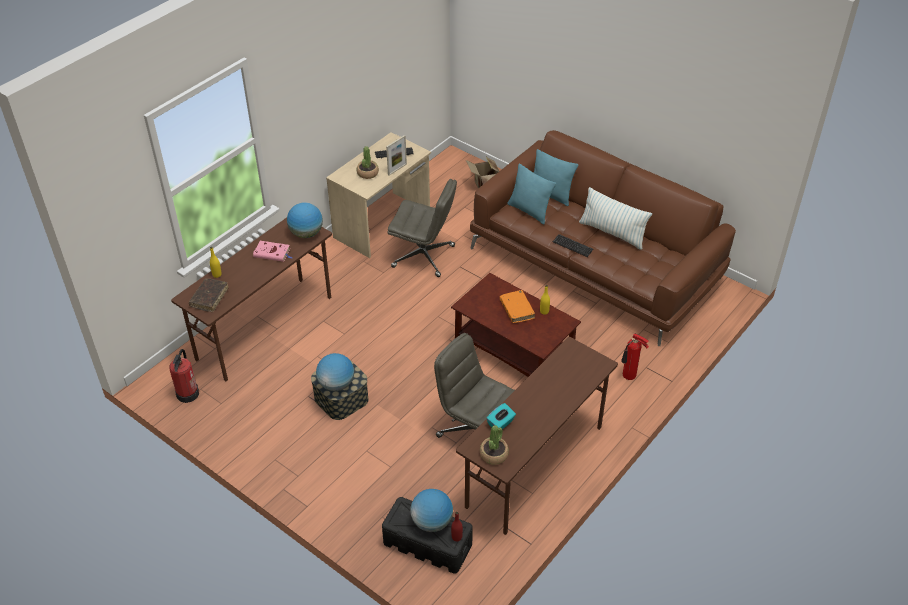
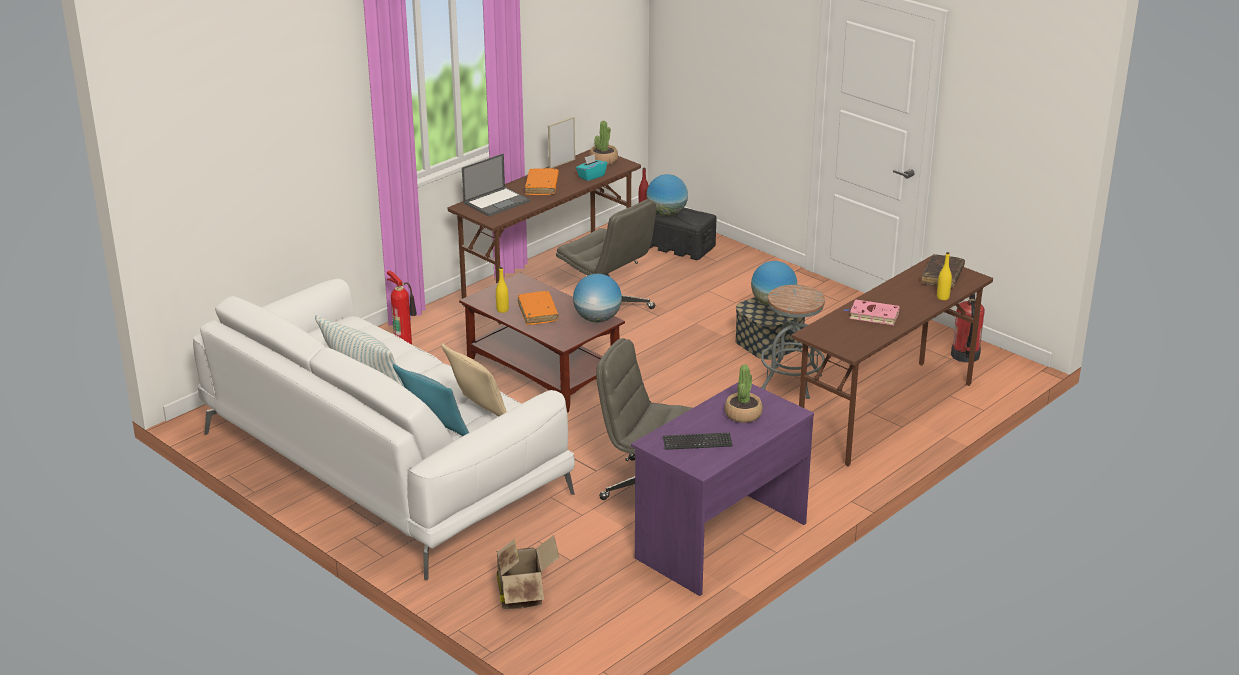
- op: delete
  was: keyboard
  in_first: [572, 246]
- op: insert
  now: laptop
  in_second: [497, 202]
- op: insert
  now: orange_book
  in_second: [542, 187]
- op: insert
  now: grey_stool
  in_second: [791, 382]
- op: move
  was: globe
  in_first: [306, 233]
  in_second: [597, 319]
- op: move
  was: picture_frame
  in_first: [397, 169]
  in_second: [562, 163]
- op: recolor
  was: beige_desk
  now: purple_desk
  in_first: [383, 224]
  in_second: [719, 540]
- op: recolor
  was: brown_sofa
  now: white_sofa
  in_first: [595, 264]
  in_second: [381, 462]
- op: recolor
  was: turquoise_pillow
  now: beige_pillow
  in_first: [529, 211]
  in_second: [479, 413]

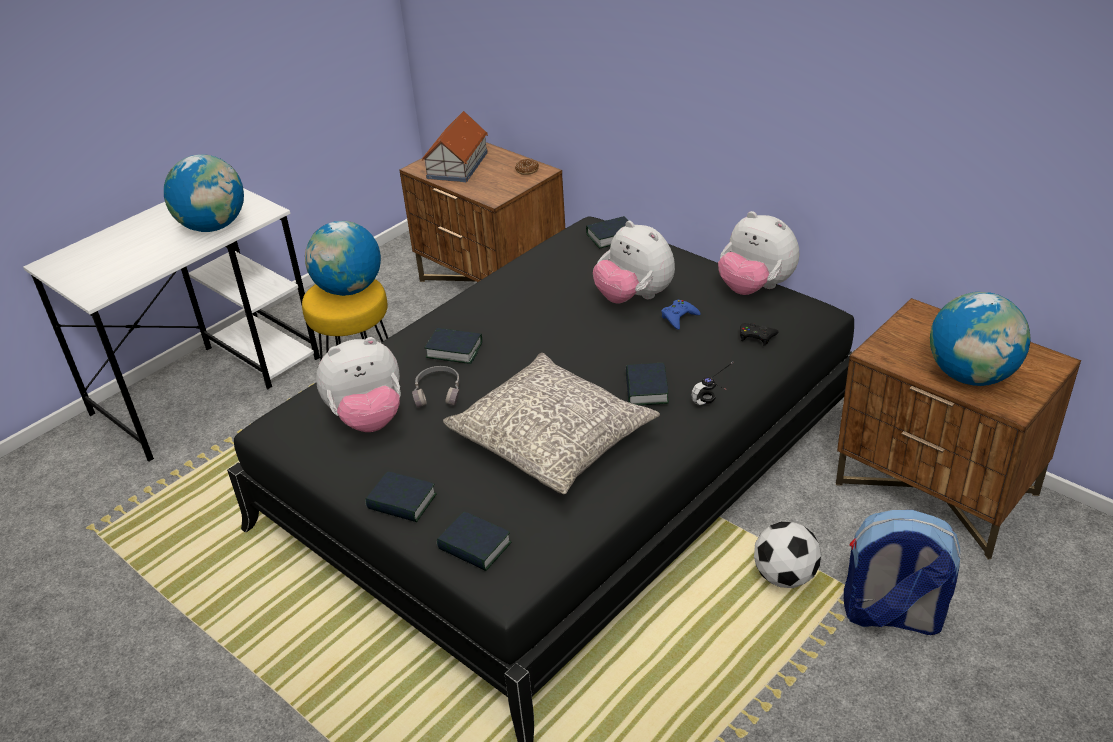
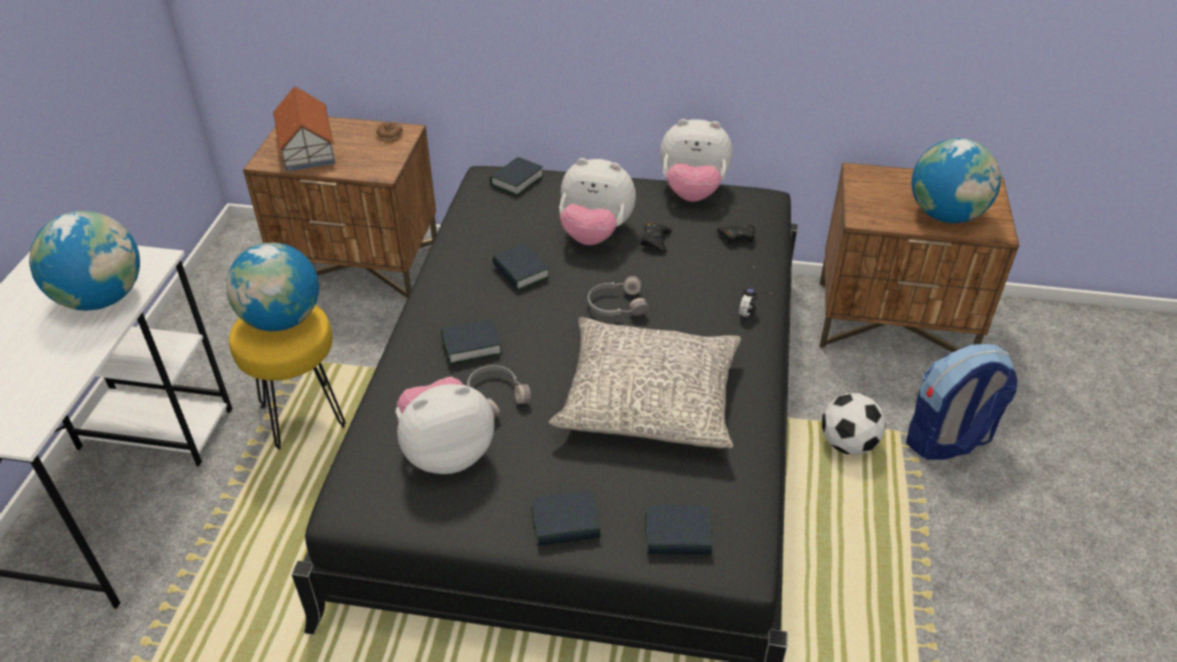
- op: insert
  now: grey_headphones
  in_second: [616, 305]
- op: move
  was: book
  in_first: [646, 389]
  in_second: [520, 272]
- op: recolor
  was: blue_game_controller
  now: black_game_controller
  in_first: [679, 317]
  in_second: [655, 240]
- op: rotate
  was: plush_toy
  in_first: [368, 419]
  in_second: [446, 452]
  clockwise: -150

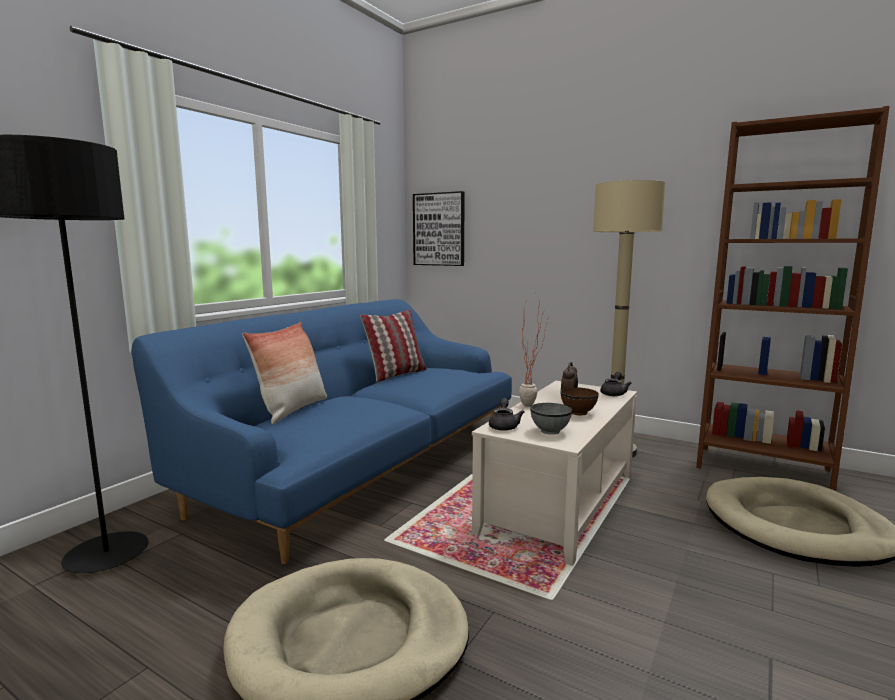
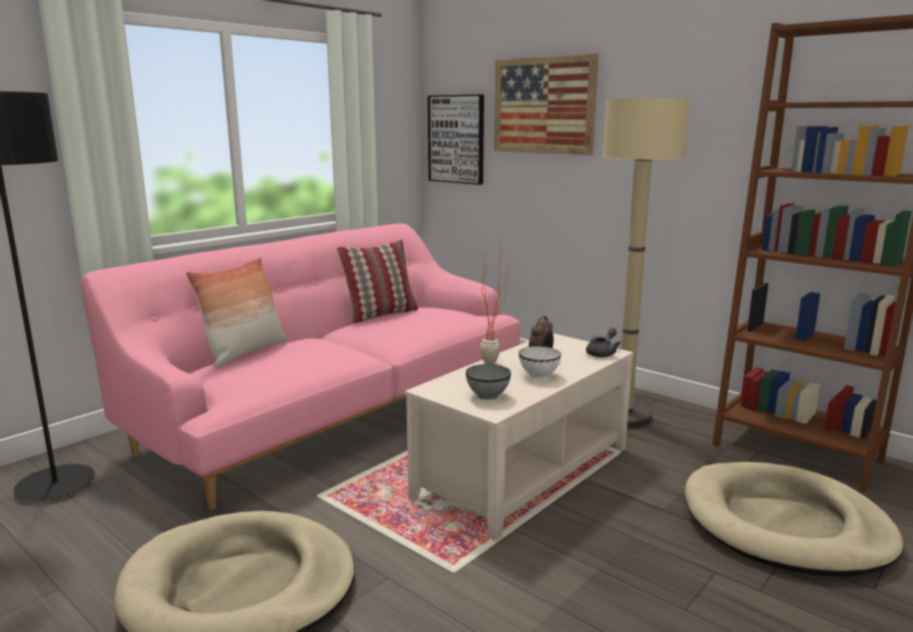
- op: delete
  was: grey_teapot
  in_first: [504, 426]
- op: insert
  now: picture
  in_second: [543, 105]
- op: recolor
  was: blue_sofa
  now: pink_sofa
  in_first: [363, 463]
  in_second: [335, 411]
- op: recolor
  was: brown_bowl
  now: white_bowl
  in_first: [578, 412]
  in_second: [539, 375]

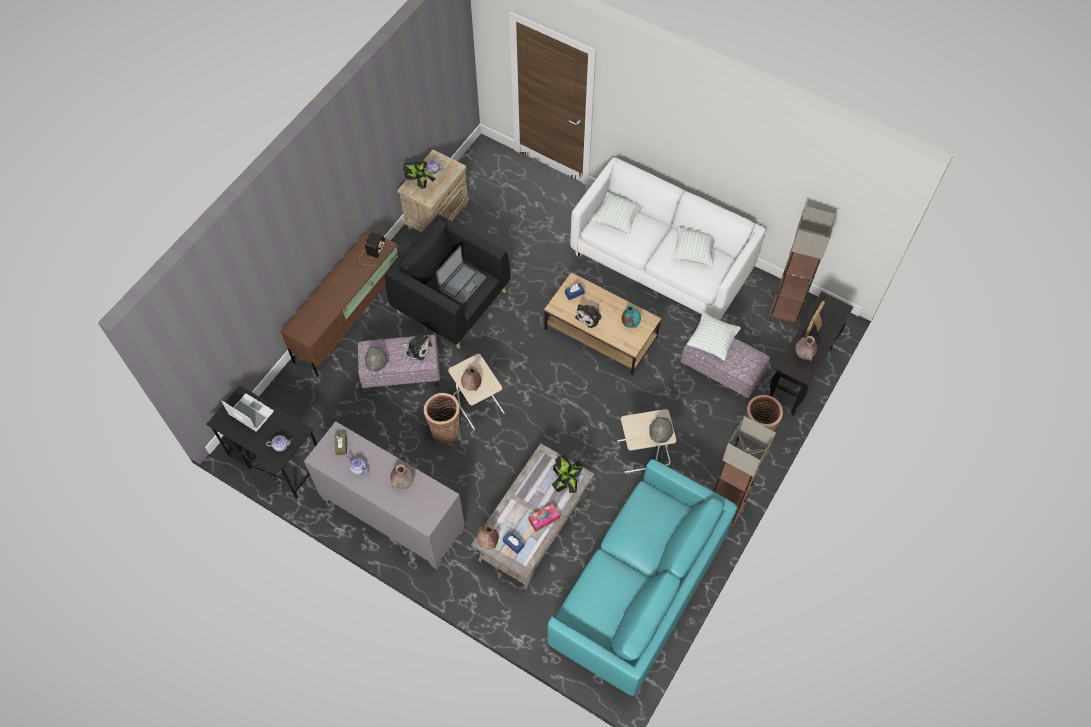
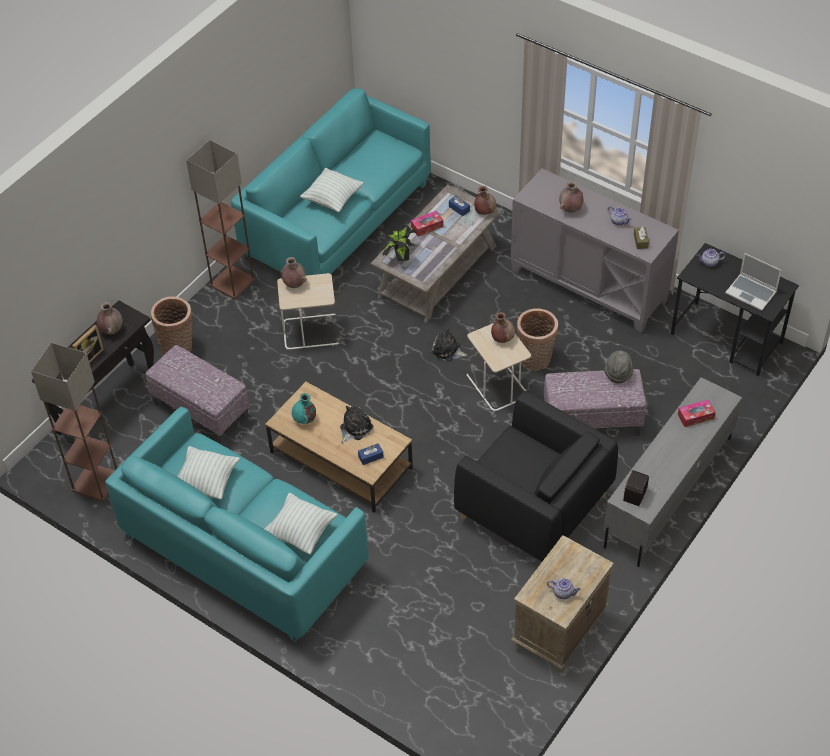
- op: delete
  was: potted_plant
  in_first: [420, 184]
- op: delete
  was: laptop
  in_first: [462, 283]
- op: insert
  now: tissue_box
  in_second: [695, 416]
- op: move
  was: plush_toy
  in_first: [417, 348]
  in_second: [447, 351]
- op: move
  was: pillow
  in_first: [712, 342]
  in_second: [332, 199]
- op: replace
  was: grey_hat
  now: brown_vase
  in_first: [660, 435]
  in_second: [294, 284]
- op: recolor
  was: brown_tv_stand
  now: grey_tv_stand
  in_first: [350, 316]
  in_second: [667, 492]
- op: recolor
  was: white_sofa
  now: turquoise_sofa
  in_first: [662, 262]
  in_second: [243, 550]

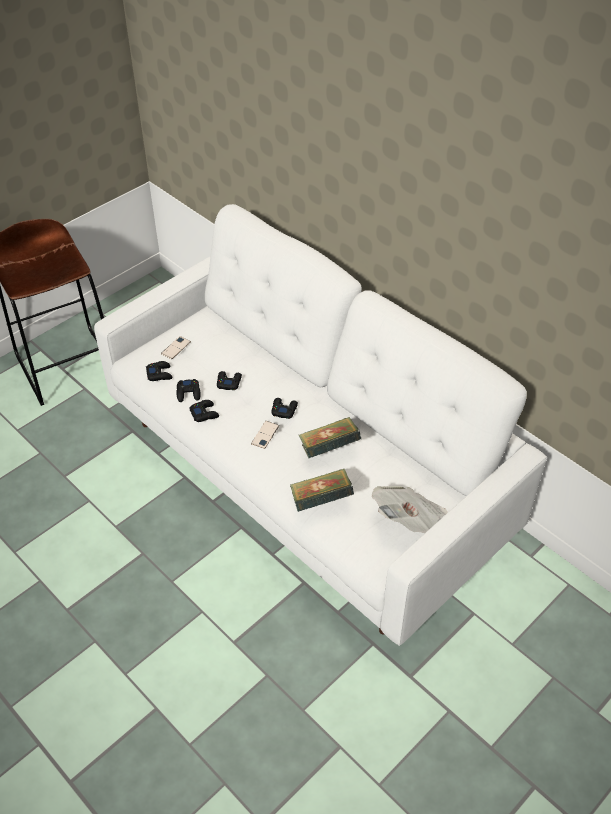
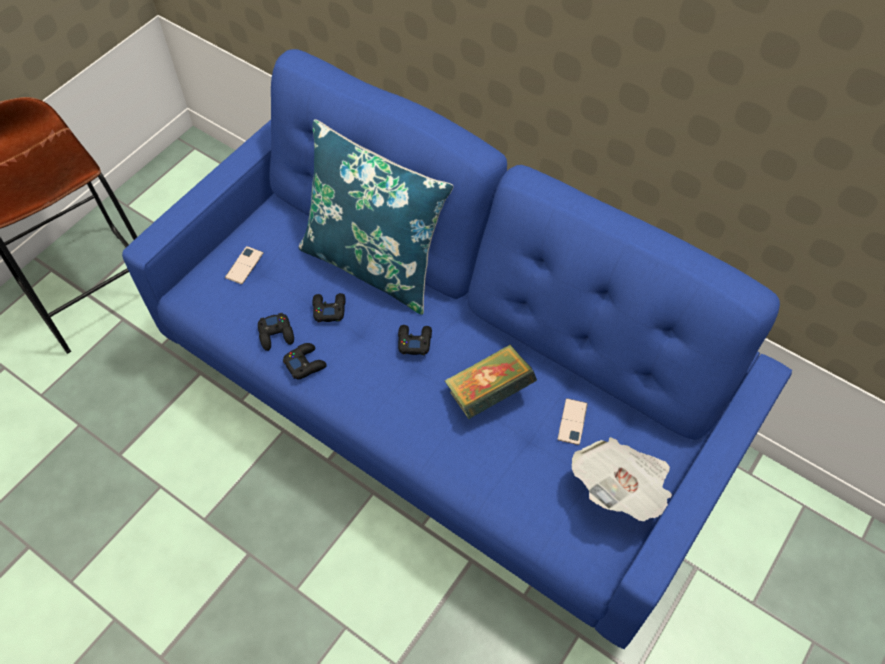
- op: delete
  was: black_game_controller
  in_first: [159, 374]
- op: delete
  was: book
  in_first: [321, 501]
- op: insert
  now: blue_pillow
  in_second: [374, 263]
- op: move
  was: phone
  in_first: [265, 435]
  in_second: [572, 421]
- op: recolor
  was: white_sofa
  now: blue_sofa
  in_first: [306, 476]
  in_second: [443, 405]

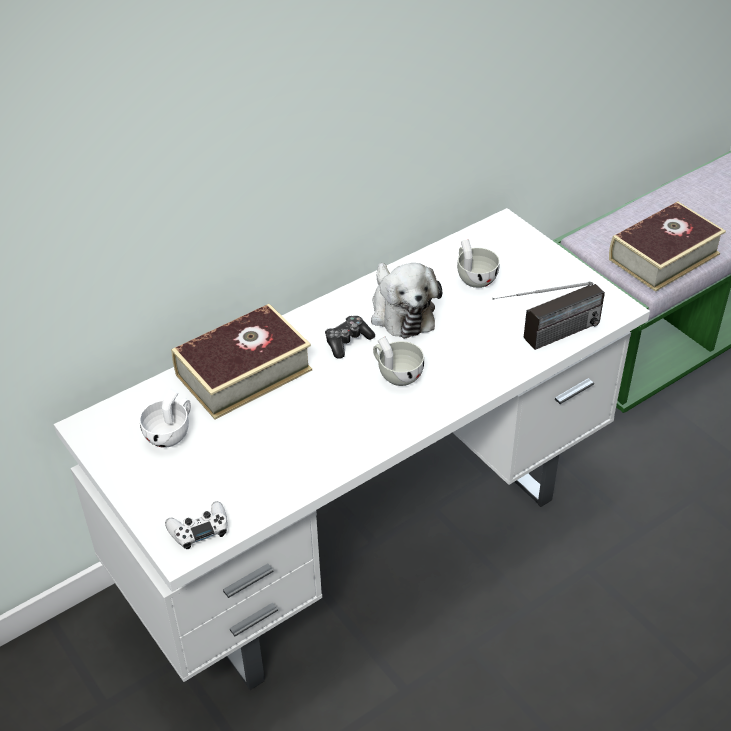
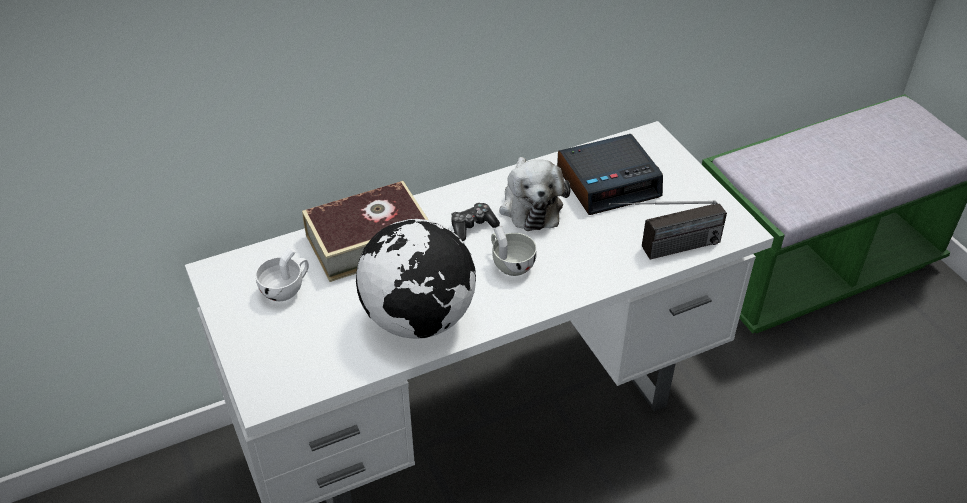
- op: delete
  was: white_game_controller
  in_first: [199, 529]
- op: delete
  was: book
  in_first: [663, 256]
- op: insert
  now: globe
  in_second: [419, 319]
- op: replace
  was: white_cup
  now: alarm_clock
  in_first: [474, 277]
  in_second: [609, 182]

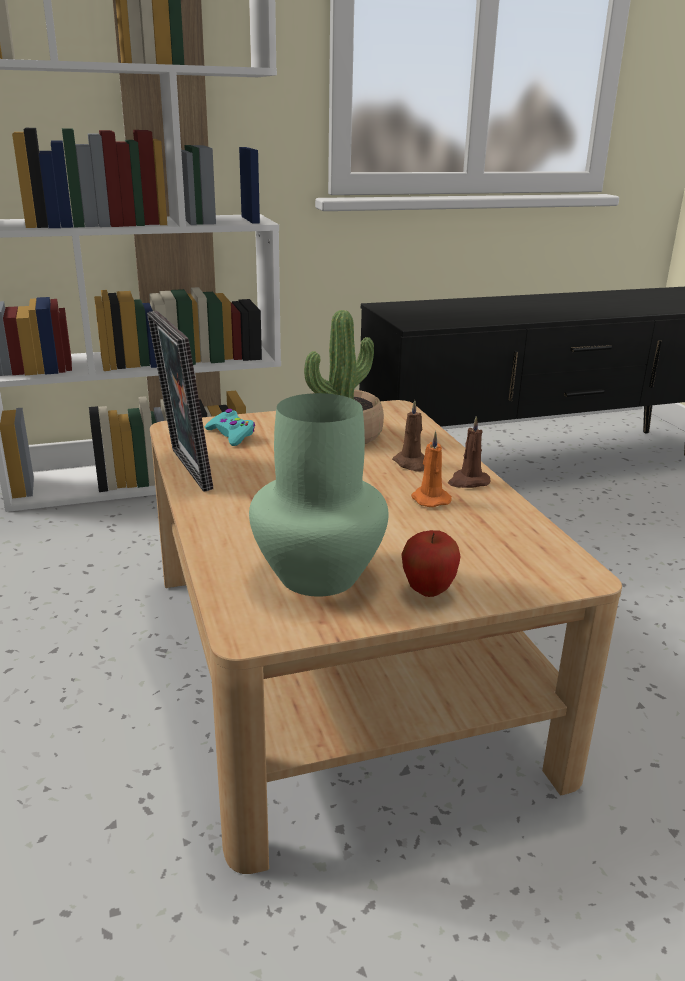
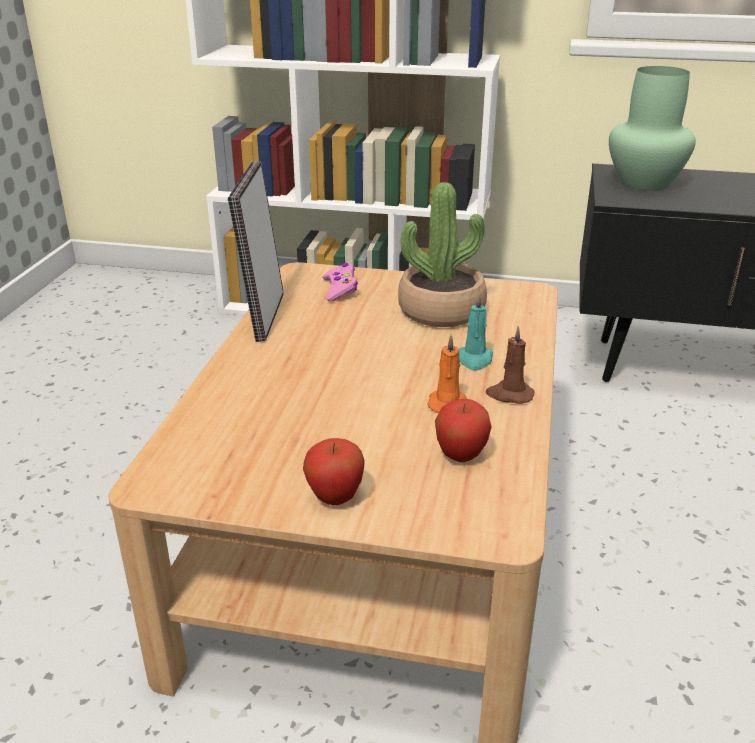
- op: insert
  now: apple
  in_second: [460, 456]
- op: move
  was: green_vase
  in_first: [317, 574]
  in_second: [644, 182]
- op: recolor
  was: turquoise_game_controller
  now: pink_game_controller
  in_first: [231, 435]
  in_second: [340, 289]
- op: recolor
  was: brown_candle
  now: turquoise_candle
  in_first: [411, 464]
  in_second: [474, 359]

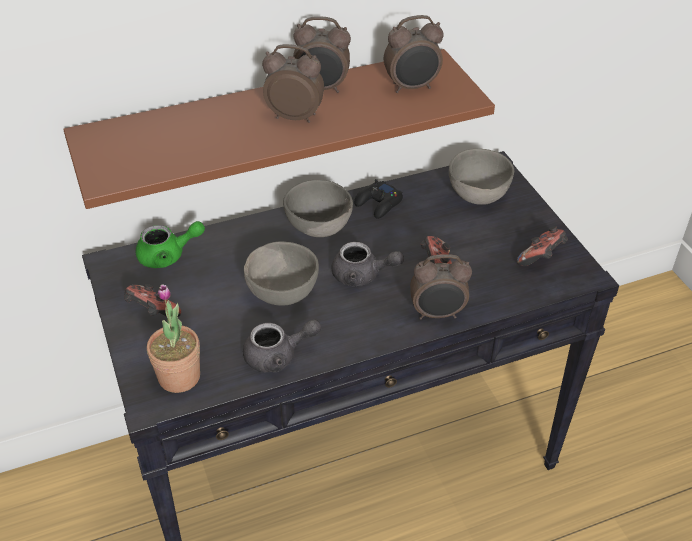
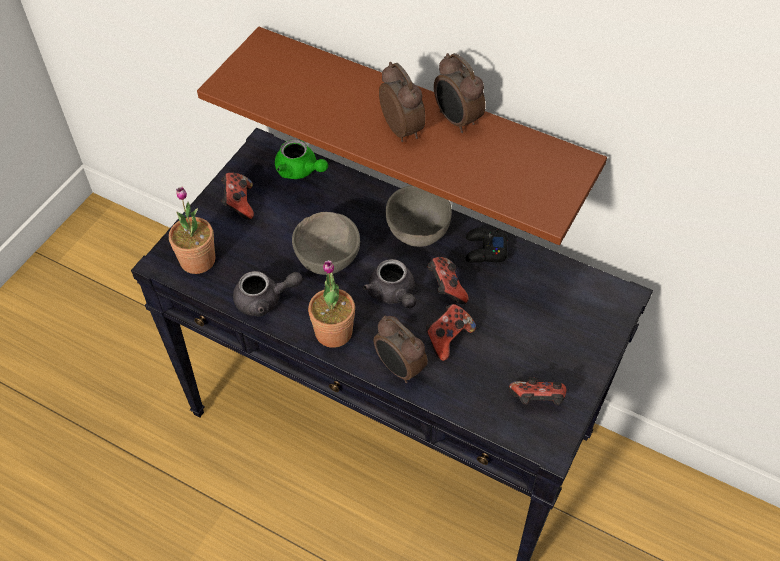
- op: delete
  was: alarm_clock
  in_first: [412, 87]
- op: delete
  was: grey_bowl
  in_first: [477, 195]
- op: insert
  now: potted_plant
  in_second: [333, 332]
- op: insert
  now: game_controller
  in_second: [446, 288]
- op: rotate
  was: grey_teapot
  in_first: [278, 356]
  in_second: [265, 300]
  clockwise: -45

